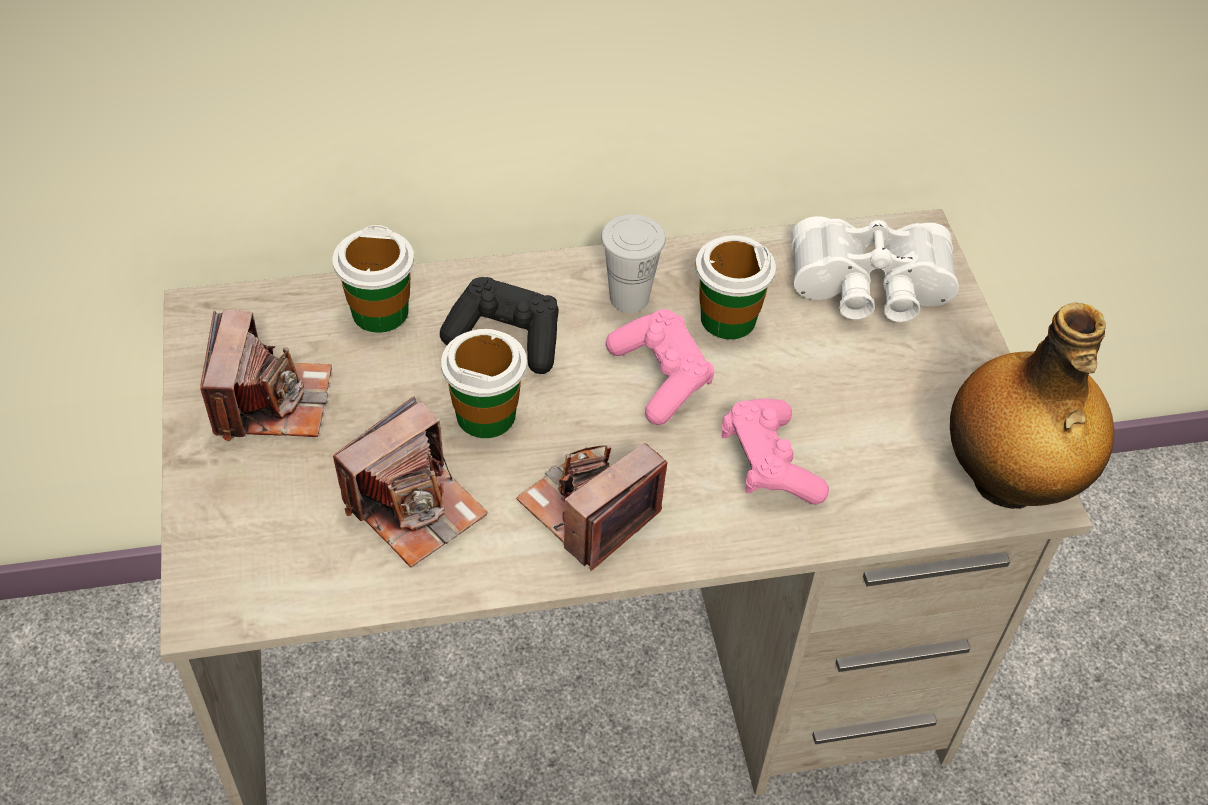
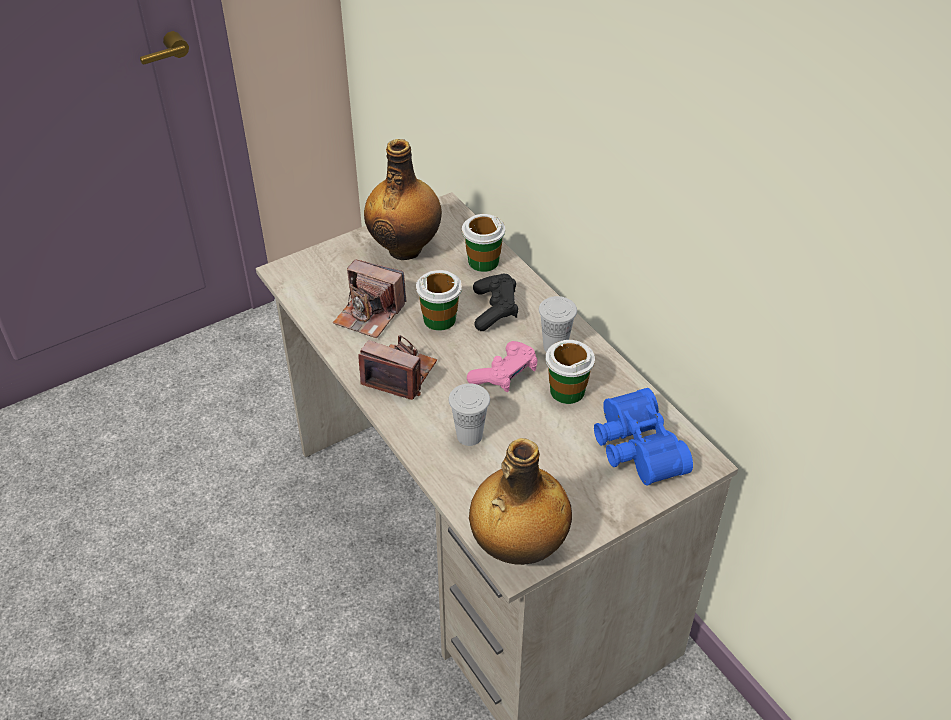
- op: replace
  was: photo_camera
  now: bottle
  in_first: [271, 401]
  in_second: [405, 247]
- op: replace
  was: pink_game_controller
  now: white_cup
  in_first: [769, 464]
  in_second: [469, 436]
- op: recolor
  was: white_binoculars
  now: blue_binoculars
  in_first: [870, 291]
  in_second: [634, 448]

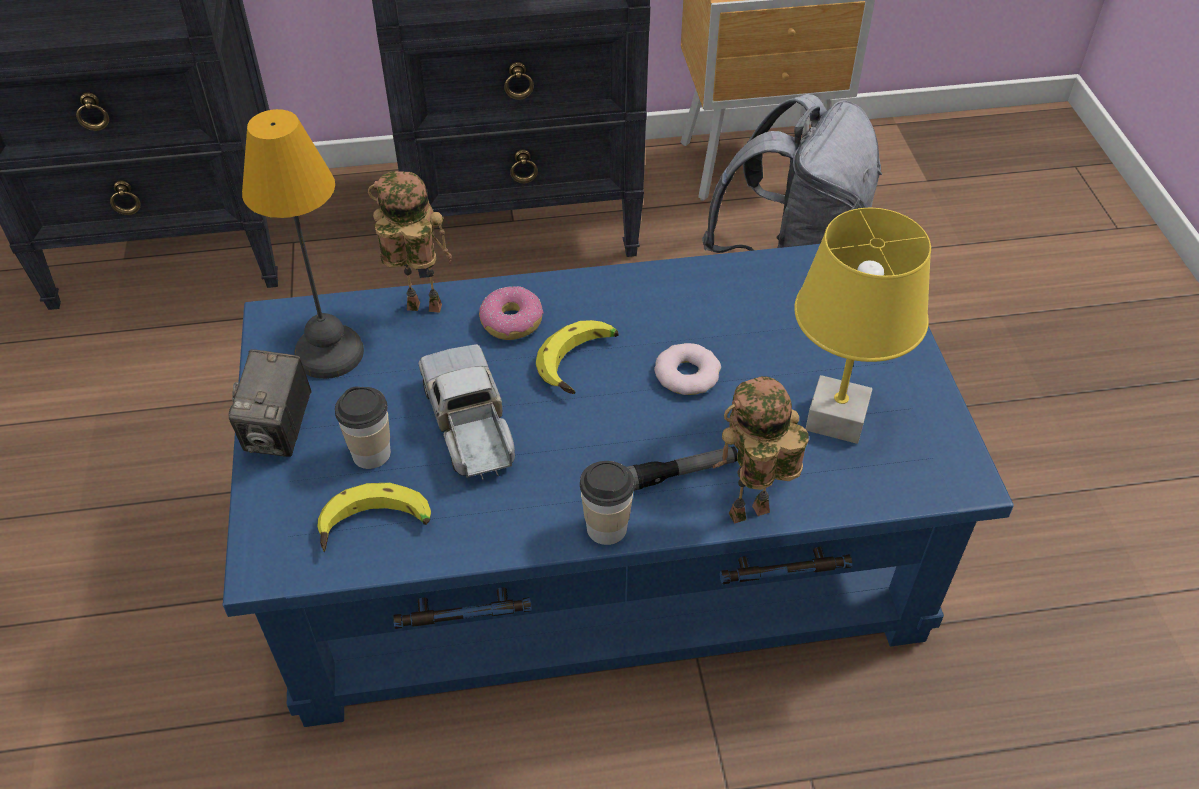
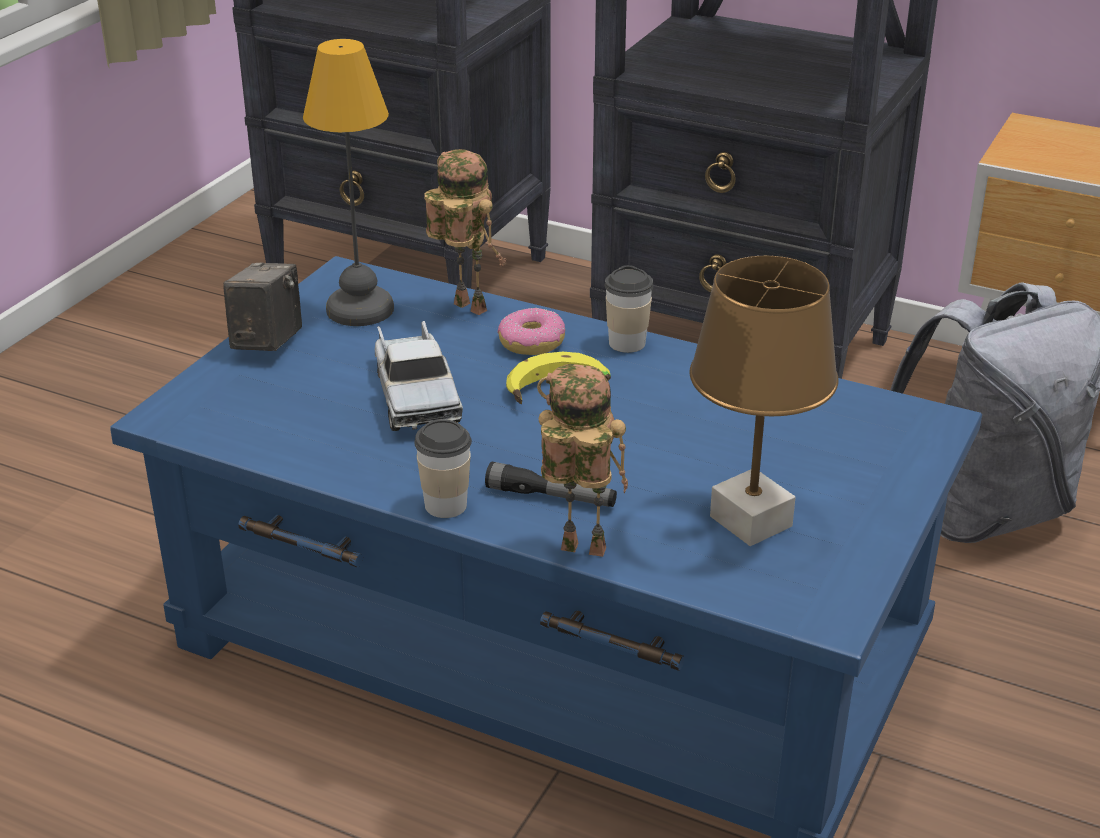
- op: delete
  was: banana
  in_first: [375, 528]
- op: delete
  was: donut
  in_first: [687, 374]
- op: move
  was: cup
  in_first: [371, 454]
  in_second: [627, 343]
- op: recolor
  was: yellow_table_lamp
  now: brown_table_lamp
  in_first: [835, 420]
  in_second: [749, 521]
- op: rotate
  was: photo_camera
  in_first: [280, 431]
  in_second: [267, 342]
  clockwise: 150
- op: rotate
  was: toy_truck
  in_first: [470, 425]
  in_second: [415, 395]
  clockwise: 150

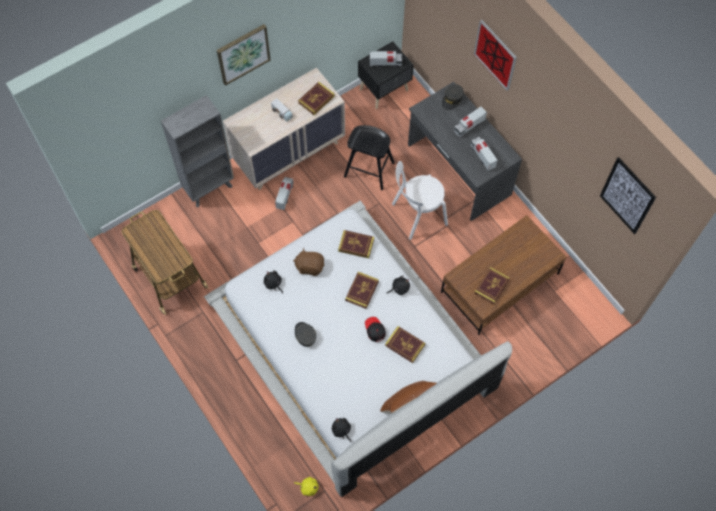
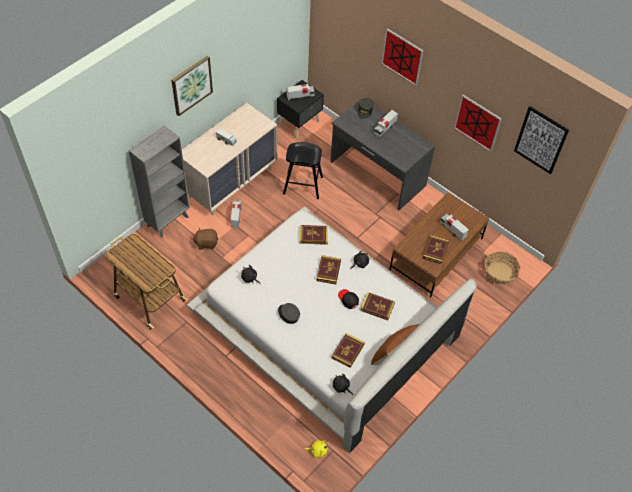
- op: delete
  was: white_chair
  in_first: [417, 215]
- op: insert
  now: picture
  in_second: [477, 122]
- op: insert
  now: basket
  in_second: [499, 273]
- op: move
  was: brown_plush_toy
  in_first: [310, 266]
  in_second: [206, 243]
- op: move
  was: book
  in_first: [316, 99]
  in_second: [348, 351]
- op: move
  was: toy_truck
  in_first: [482, 156]
  in_second: [452, 230]

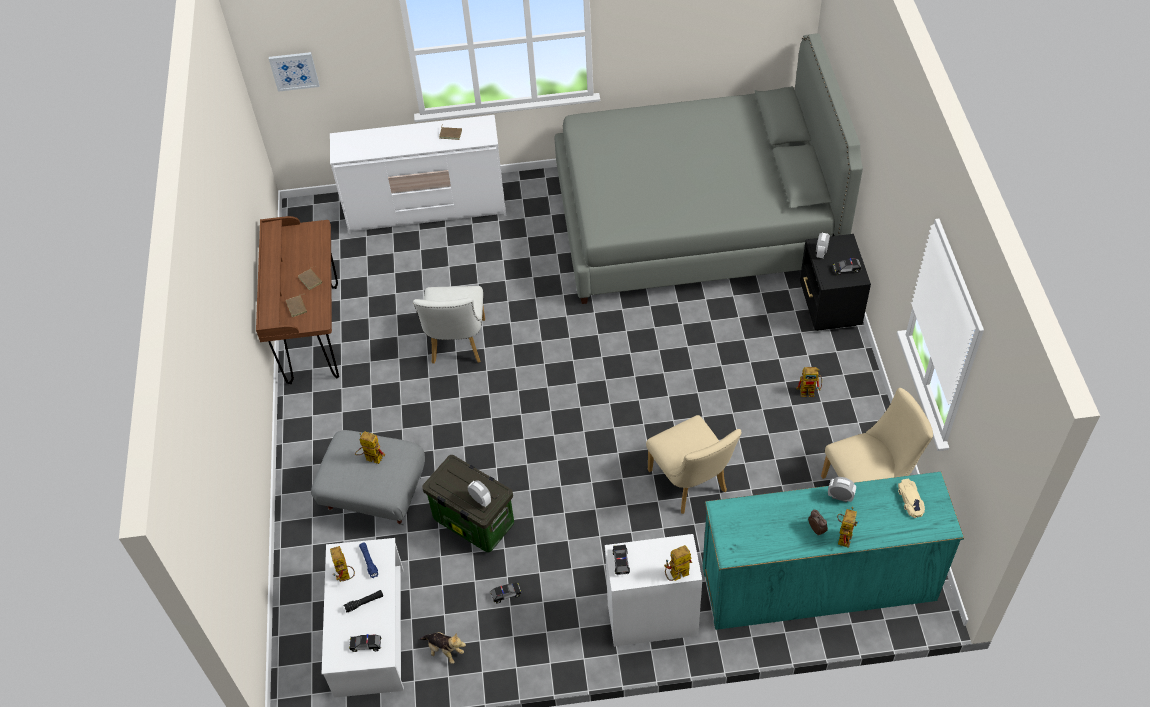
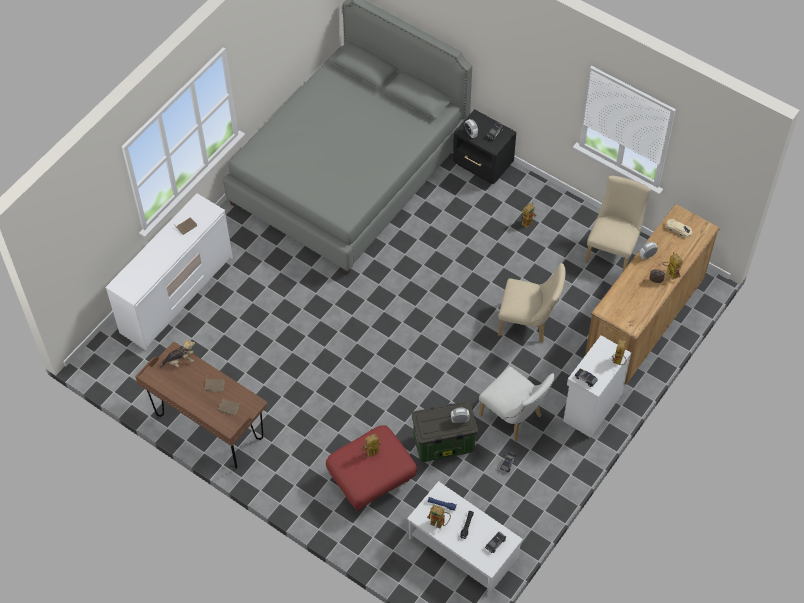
- op: delete
  was: picture
  in_first: [294, 71]
- op: move
  was: white_chair
  in_first: [457, 345]
  in_second: [514, 418]
- op: move
  was: plush_toy
  in_first: [444, 650]
  in_second: [180, 361]
- op: recolor
  was: grey_ottoman
  now: red_ottoman
  in_first: [374, 495]
  in_second: [372, 480]
- op: recolor
  was: turquoise_dresser
  now: brown_dresser
  in_first: [818, 583]
  in_second: [645, 318]

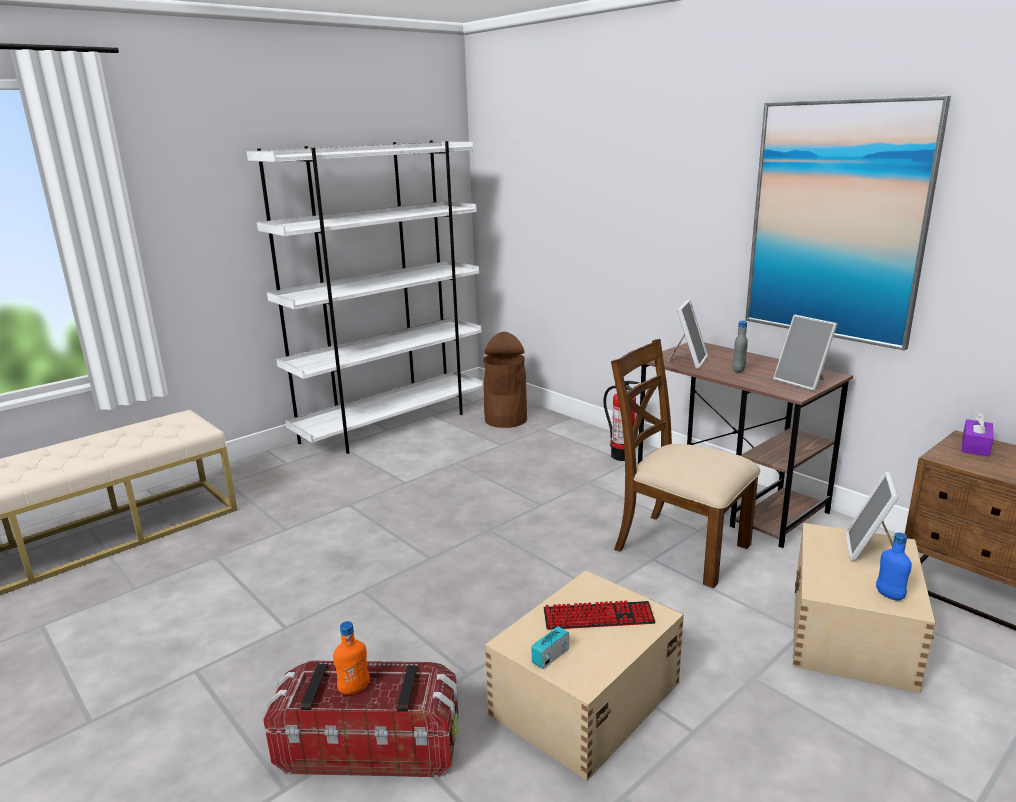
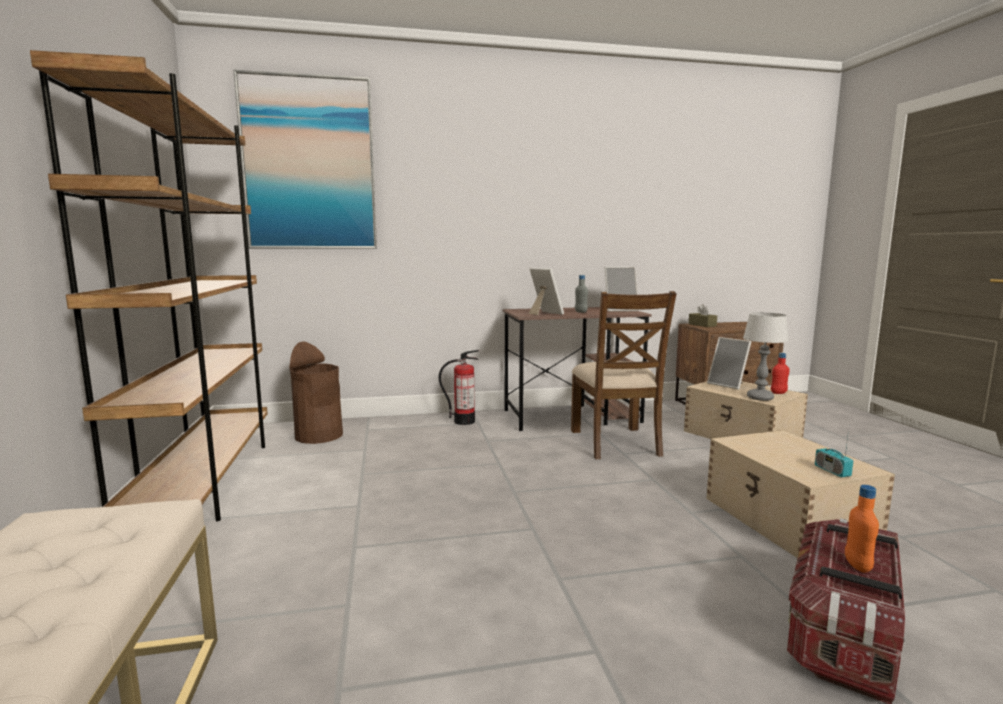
- op: delete
  was: keyboard
  in_first: [598, 617]
- op: insert
  now: table_lamp
  in_second: [760, 397]
- op: move
  was: picture
  in_first: [836, 222]
  in_second: [309, 164]
- op: recolor
  was: white_bookcase
  now: brown_bookcase
  in_first: [392, 425]
  in_second: [206, 481]
- op: recolor
  was: blue_bottle
  now: red_bottle
  in_first: [889, 595]
  in_second: [778, 393]
- op: recolor
  was: purple_tissue_box
  now: brown_tissue_box
  in_first: [975, 446]
  in_second: [702, 325]
- op: rotate
  was: brown_chair
  in_first: [680, 547]
  in_second: [616, 443]
  clockwise: -75

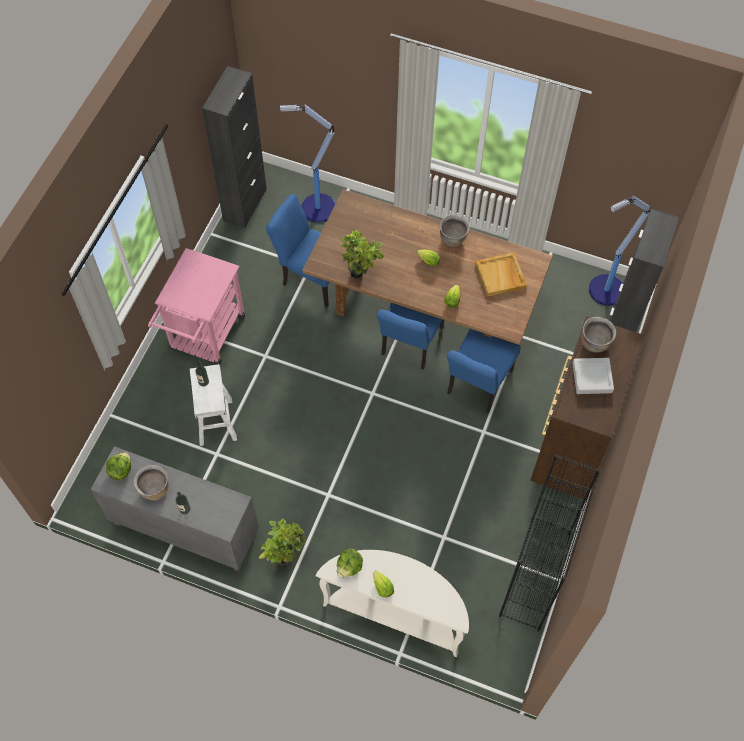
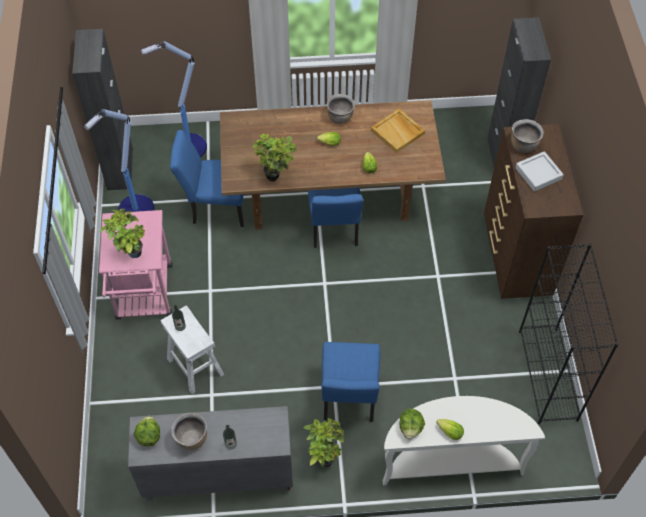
- op: insert
  now: potted_plant
  in_second: [131, 252]
- op: move
  was: blue_chair
  in_first: [476, 386]
  in_second: [348, 400]
- op: move
  was: floor_lamp
  in_first: [605, 290]
  in_second: [135, 210]

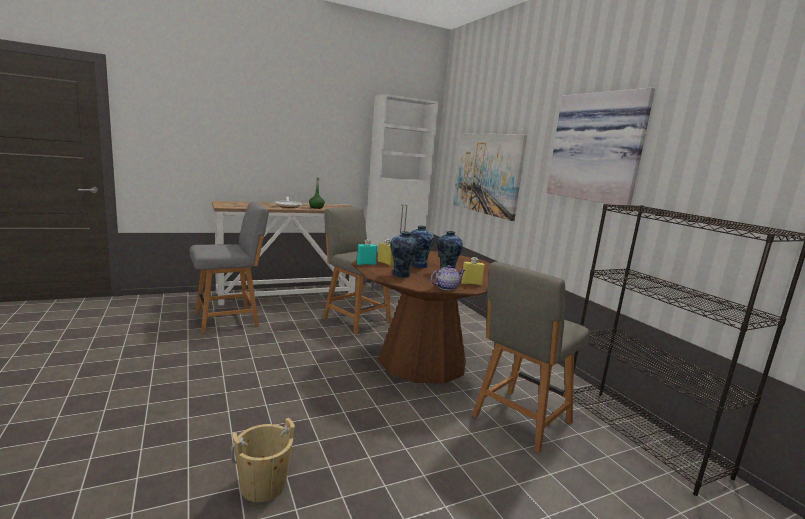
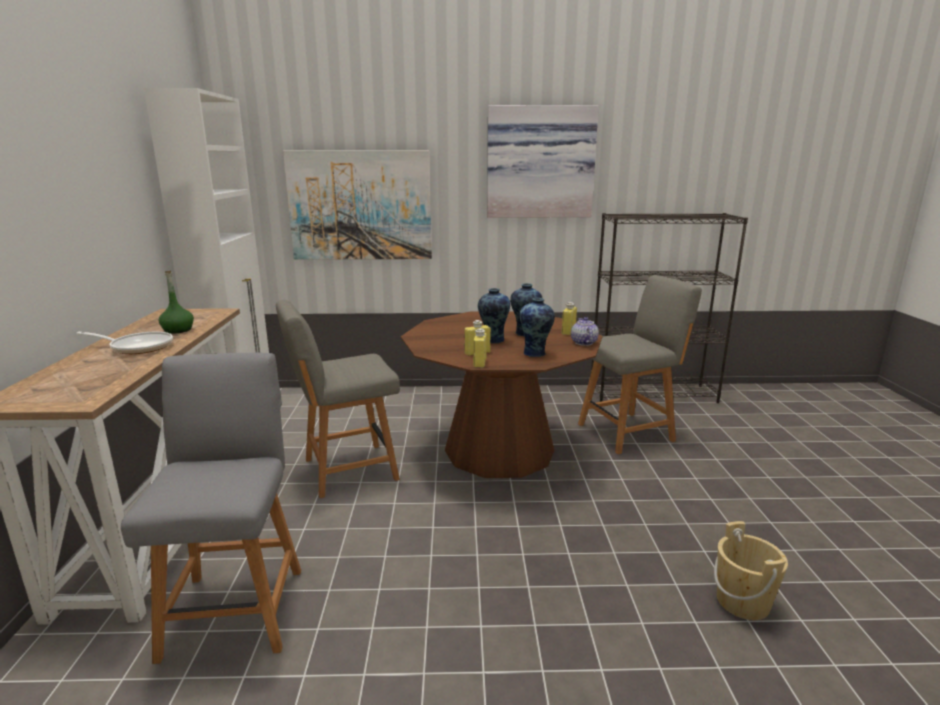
- op: recolor
  was: turquoise_bottle
  now: yellow_bottle
  in_first: [366, 264]
  in_second: [480, 362]
- op: rotate
  was: grey_chair
  in_first: [520, 420]
  in_second: [628, 432]
  clockwise: -90

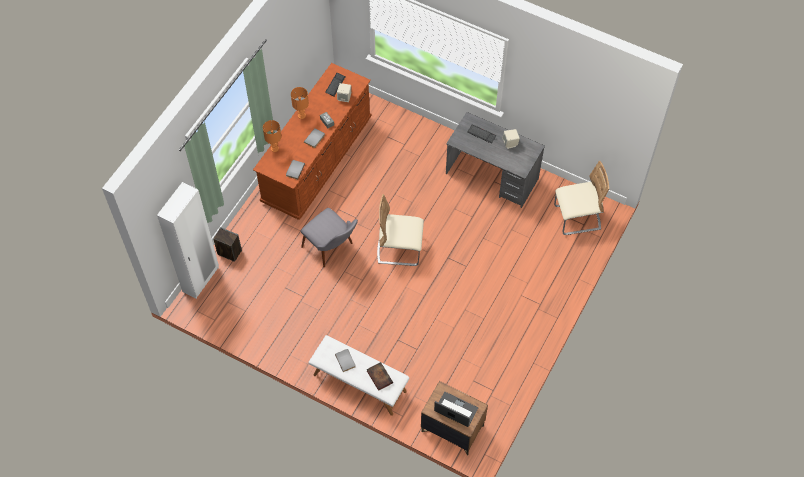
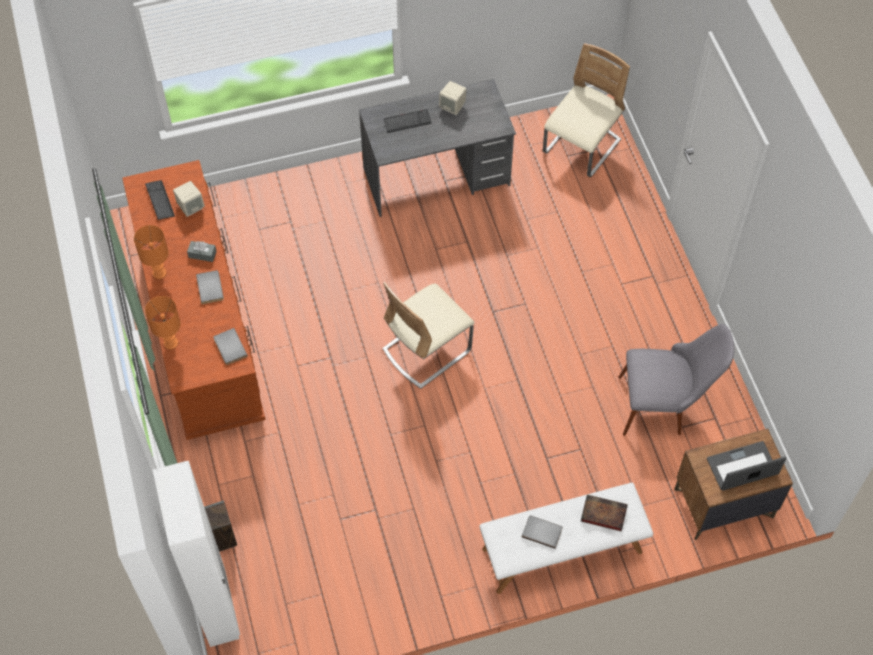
- op: move
  was: grey_chair
  in_first: [332, 250]
  in_second: [664, 405]

